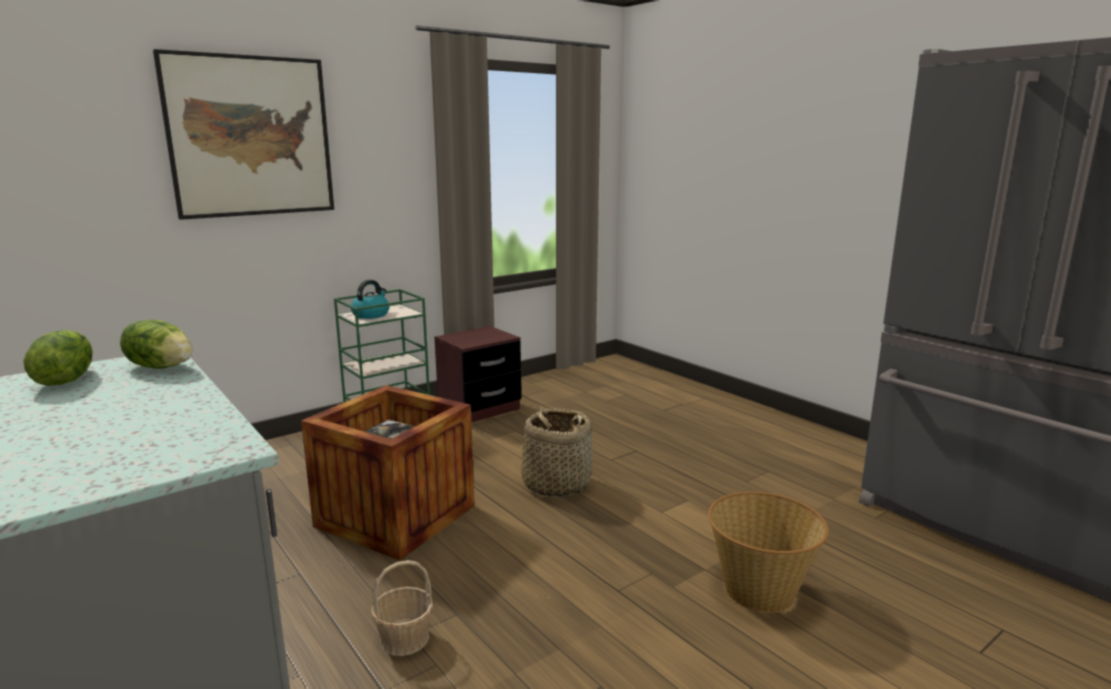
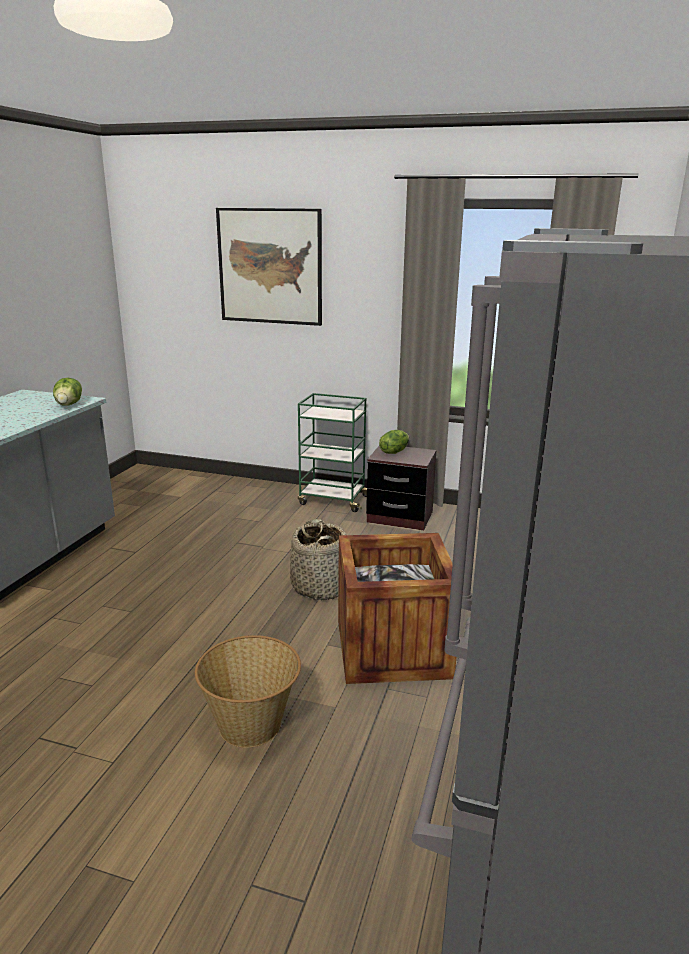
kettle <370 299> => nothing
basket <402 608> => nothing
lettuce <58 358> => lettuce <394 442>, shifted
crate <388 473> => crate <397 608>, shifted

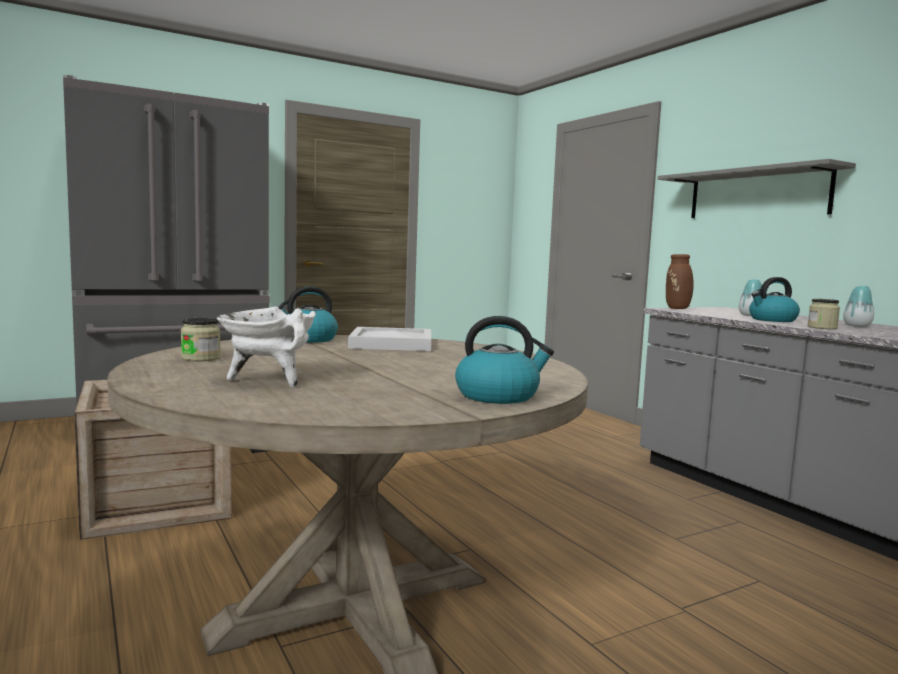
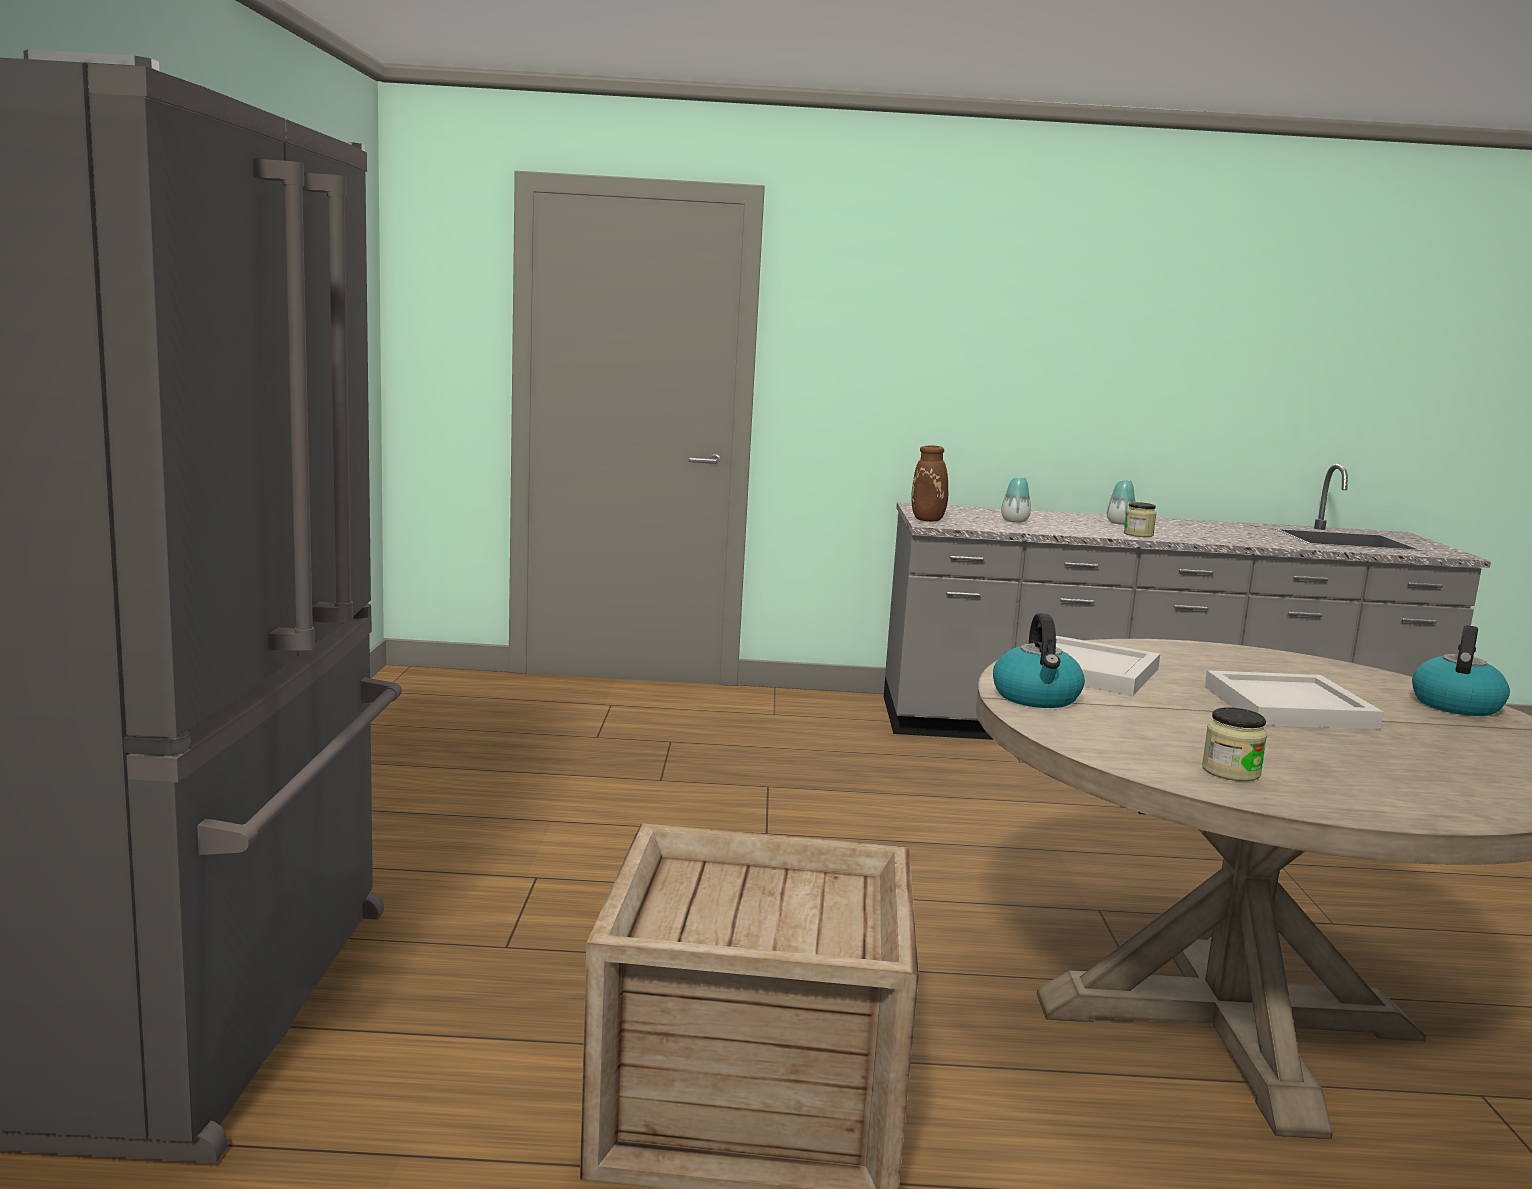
white cooking pot <266 347> => nothing
grey shelf <757 188> => nothing
kettle <774 299> => nothing
nothing => white tray <1294 700>

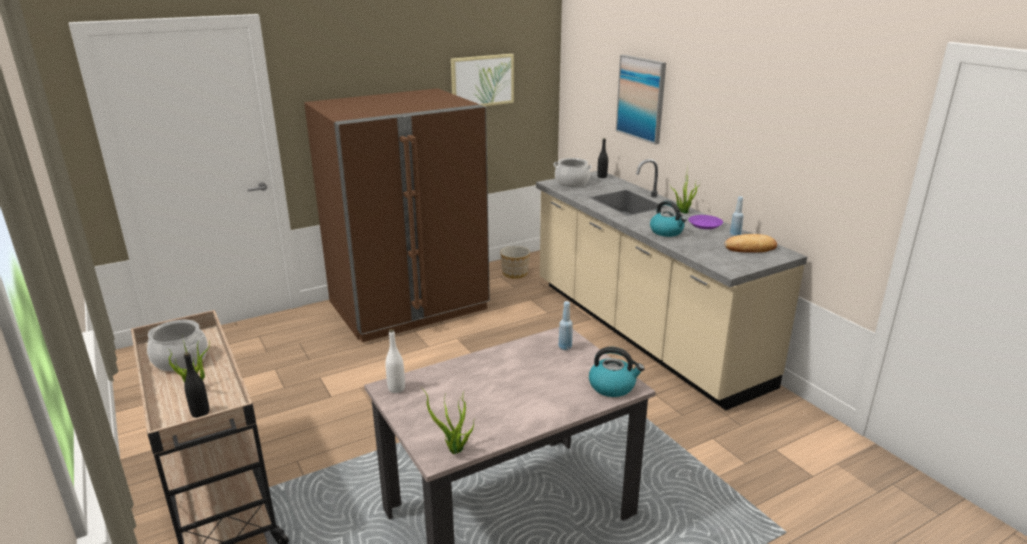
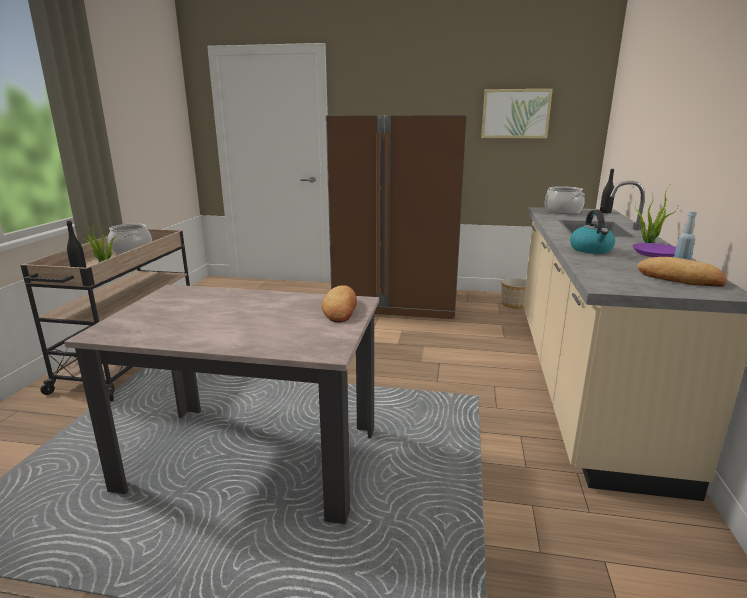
white bottle <395 361> => nothing
potted plant <446 419> => nothing
kettle <617 372> => nothing
picture <641 99> => nothing
blue bottle <566 325> => bread <339 304>

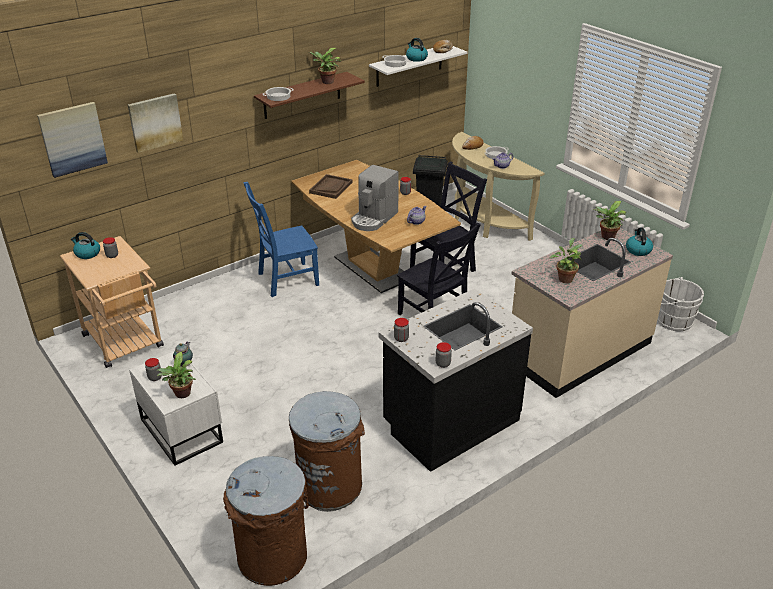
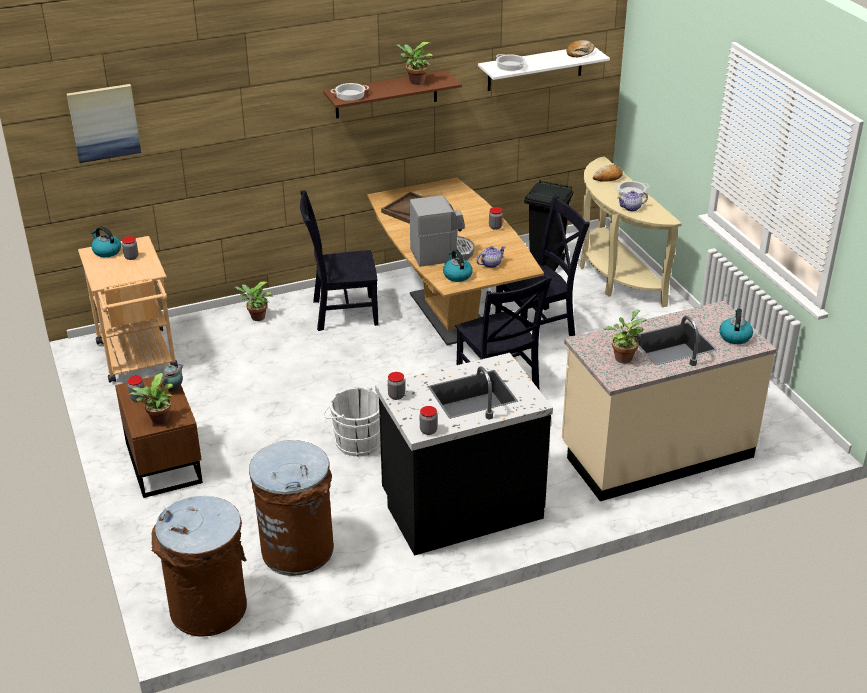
picture <155 123> => nothing
kettle <417 50> => kettle <458 266>, shifted
potted plant <609 220> => potted plant <253 301>, shifted
white bucket <681 304> => white bucket <351 421>, shifted
white nightstand <176 409> => brown nightstand <159 437>
blue chair <281 239> => black chair <339 260>
coffee machine <375 198> => coffee machine <441 231>, 150 degrees counterclockwise

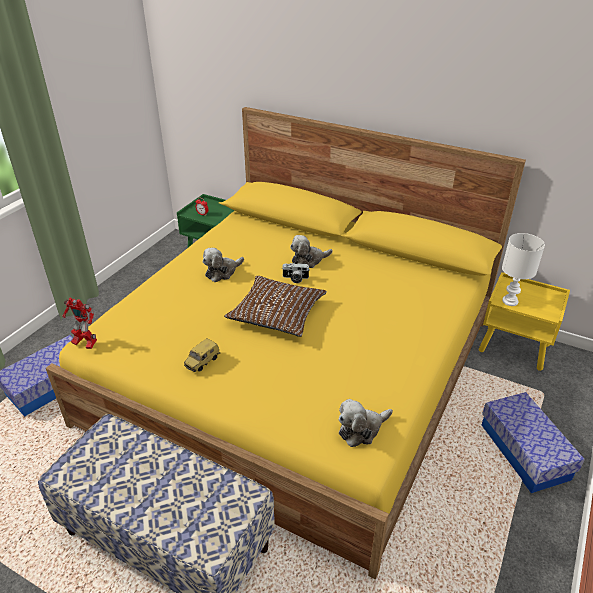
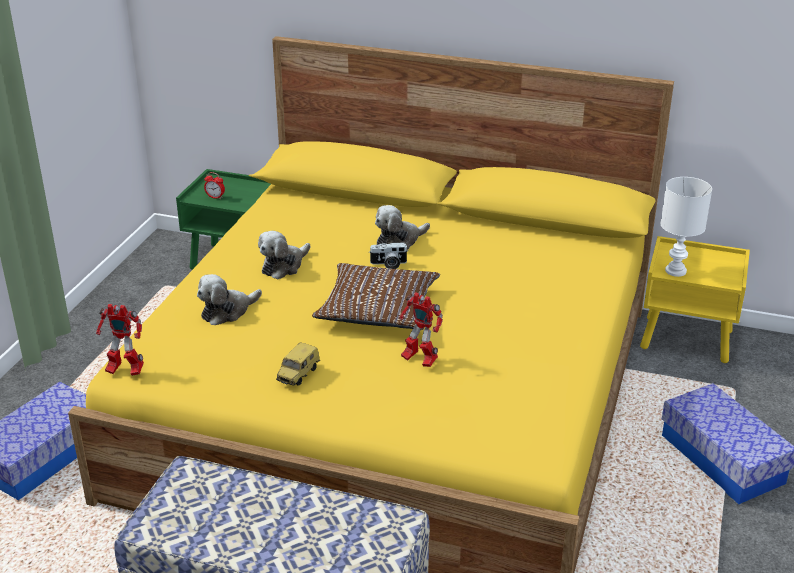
nothing => toy robot <421 329>
plush toy <366 423> => plush toy <229 299>, shifted

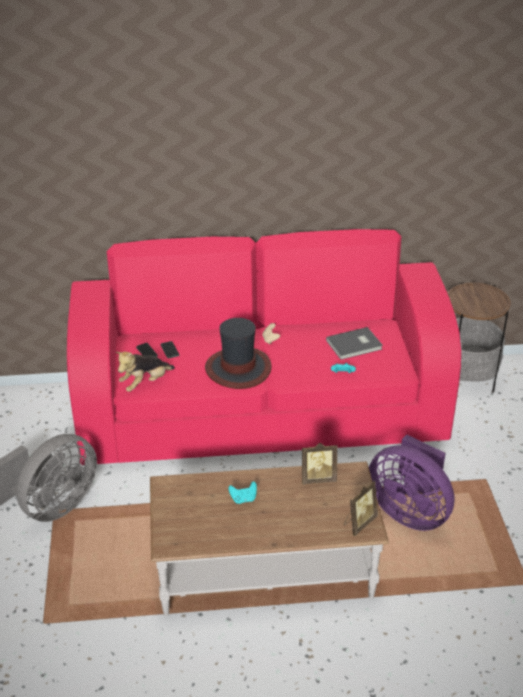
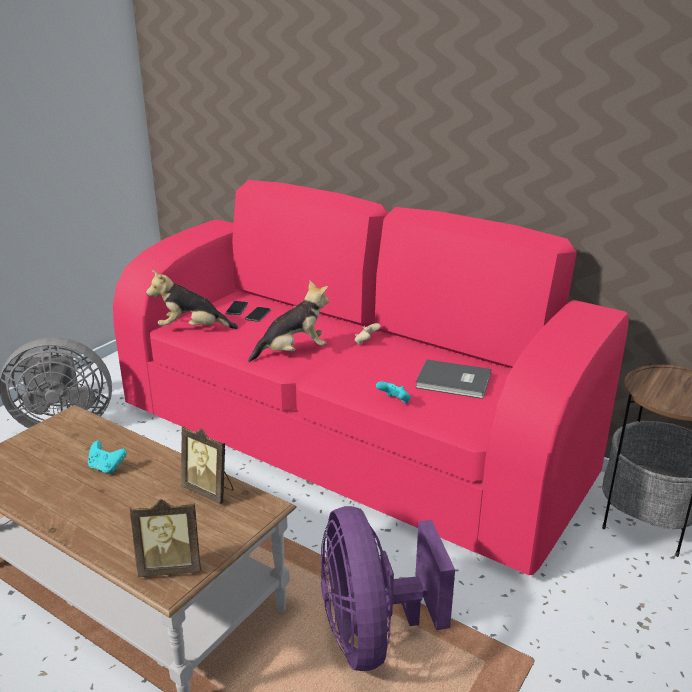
hat <238 353> => plush toy <288 321>

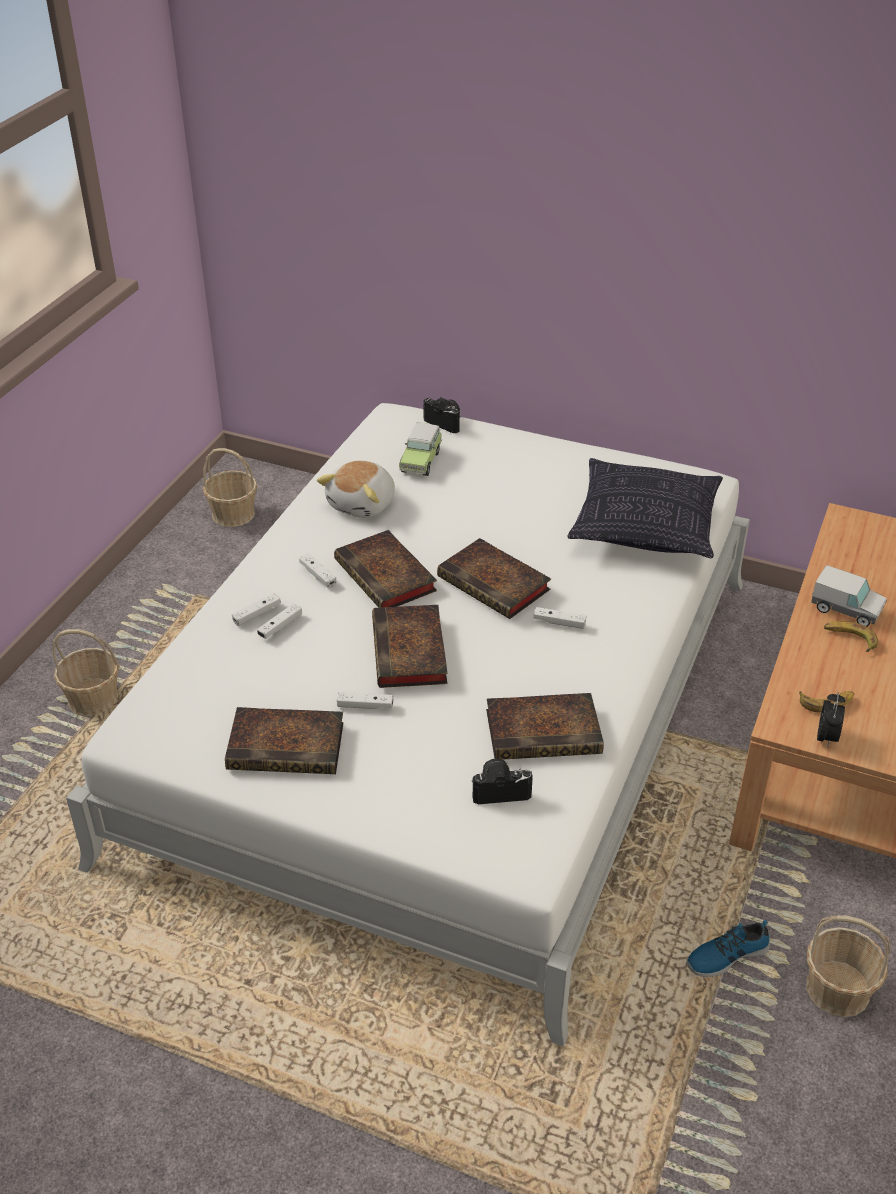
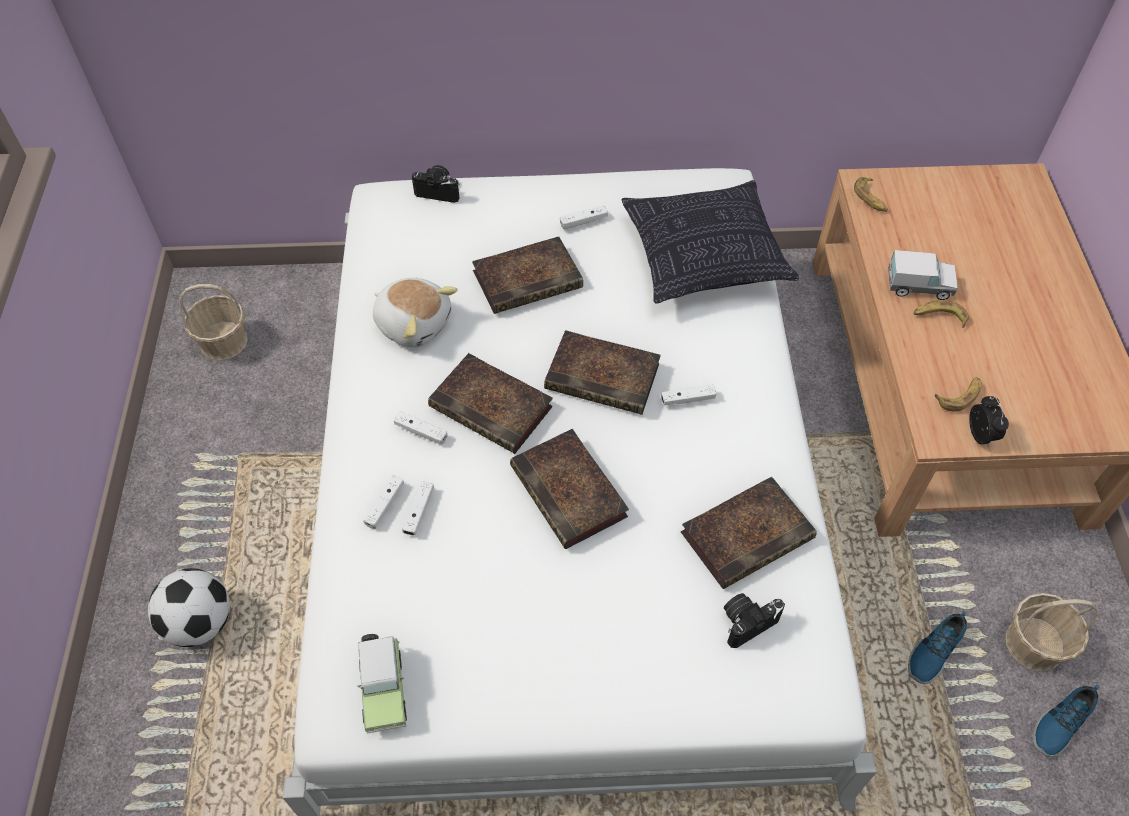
nothing => banana <871 194>
nothing => shoe <1066 721>
book <284 740> => book <527 275>, shifted
white game controller <365 700> => white game controller <584 217>, shifted
toy car <420 449> => toy car <382 684>, shifted
basket <86 673> => football <189 607>
plush toy <356 489> => plush toy <415 312>, 60 degrees counterclockwise

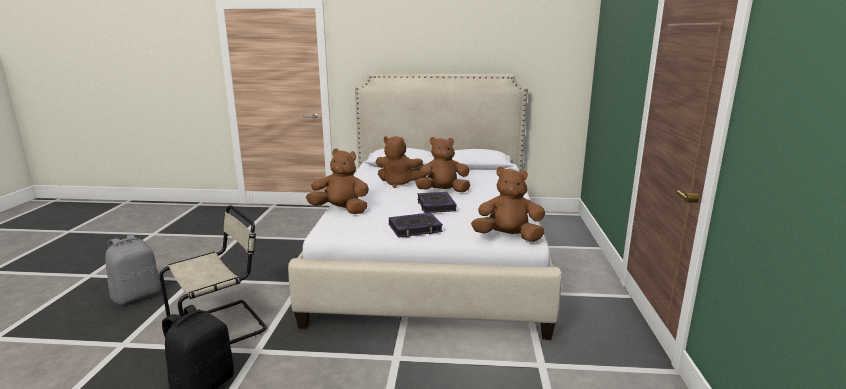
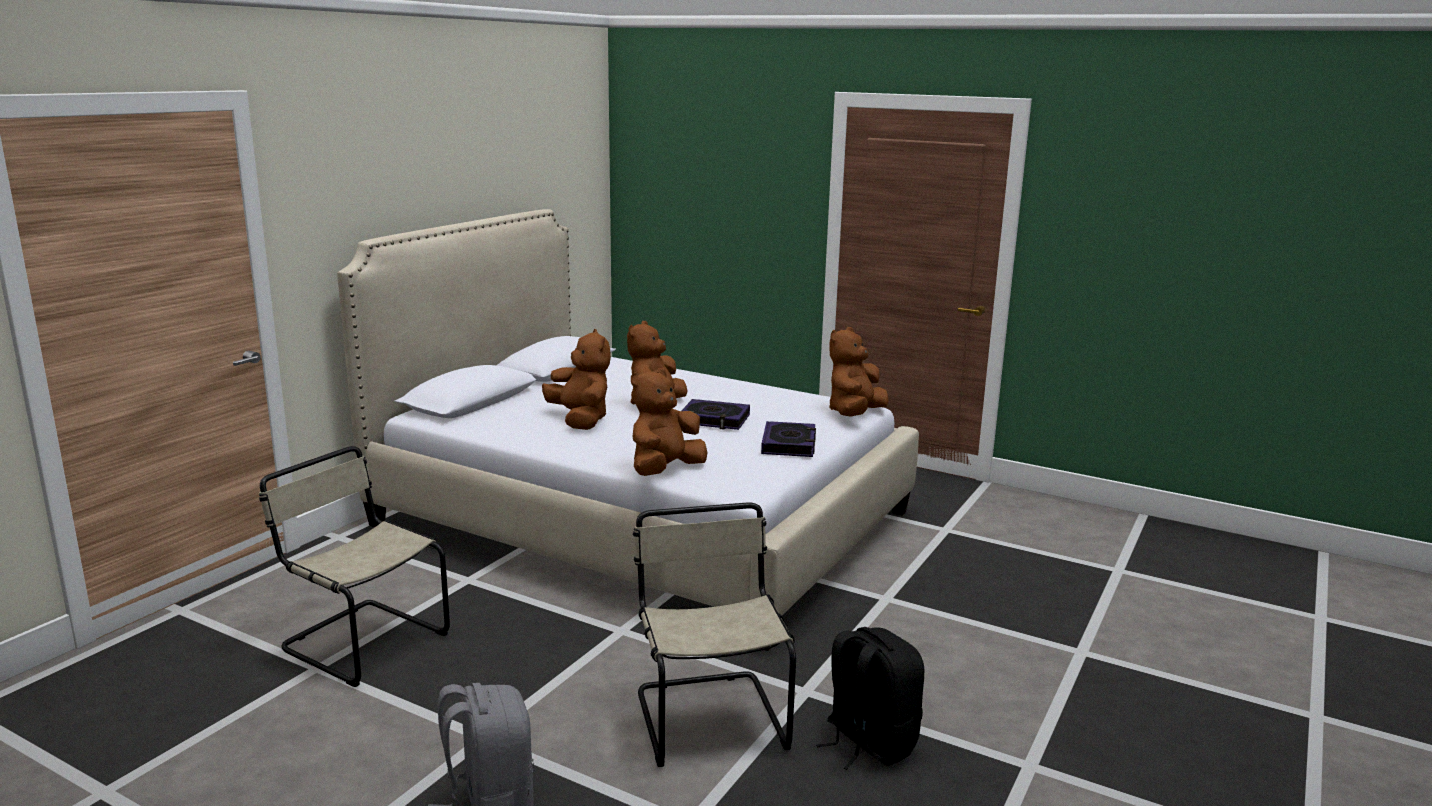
nothing => beige chair <354 566>
brown plush toy <401 162> => brown plush toy <576 379>, 75 degrees counterclockwise

